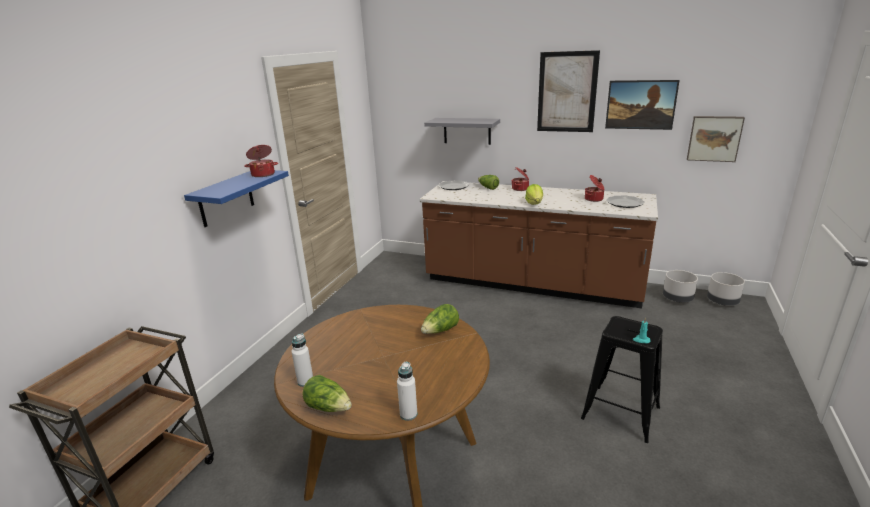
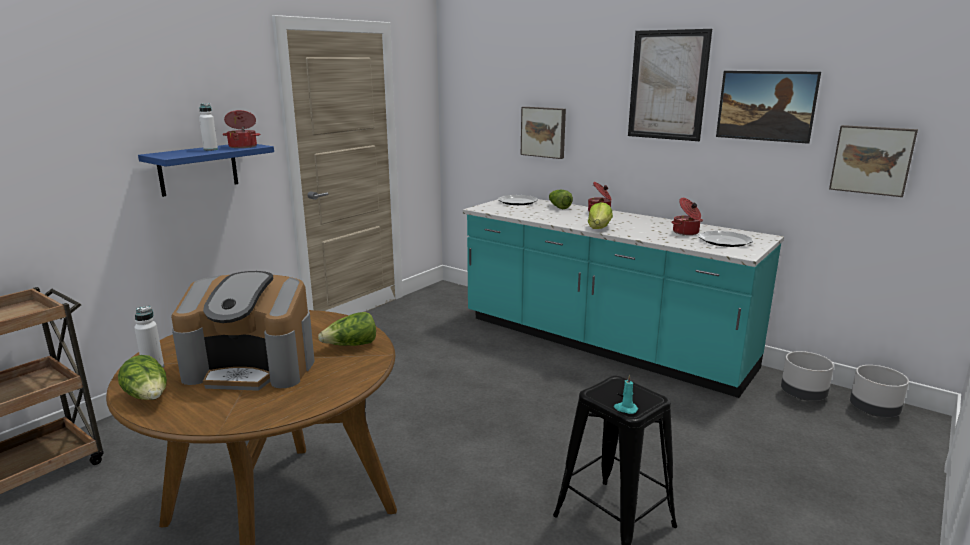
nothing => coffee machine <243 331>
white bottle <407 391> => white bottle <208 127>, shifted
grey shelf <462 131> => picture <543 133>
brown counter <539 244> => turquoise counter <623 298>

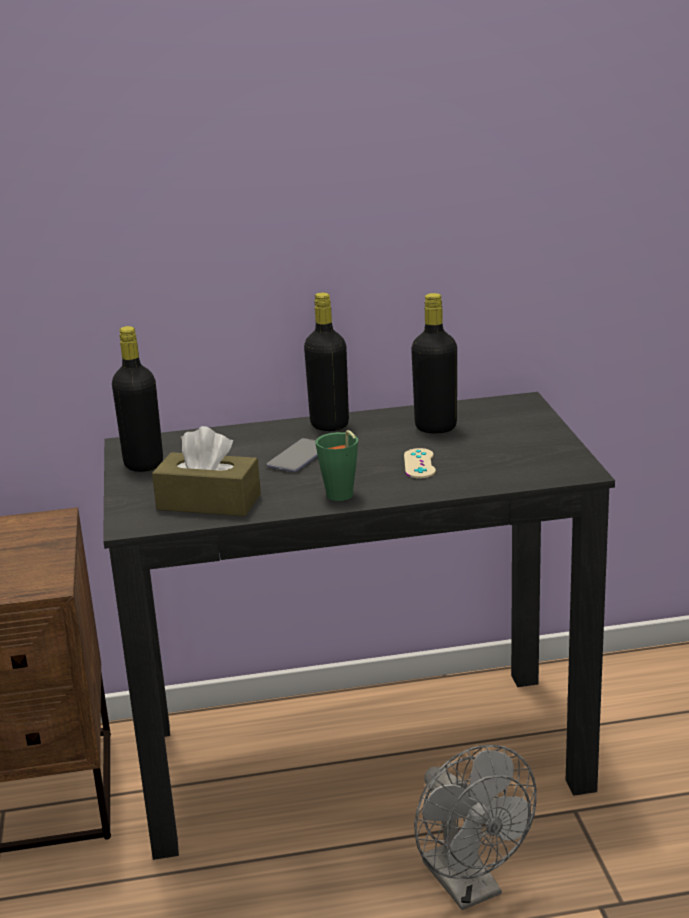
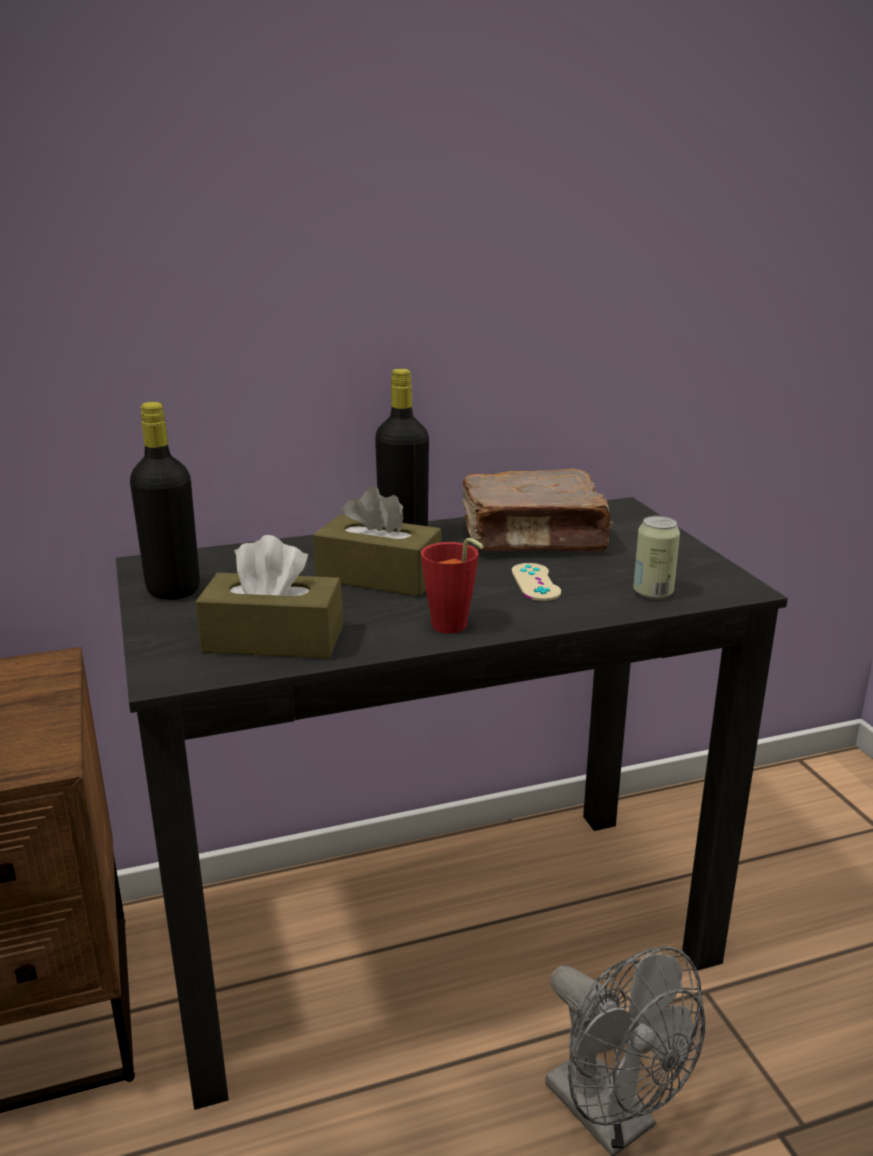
nothing => can <656 557>
phone <292 455> => brown tissue box <377 541>
black bottle <434 363> => brown book <537 509>
green cup <336 465> => red cup <452 586>

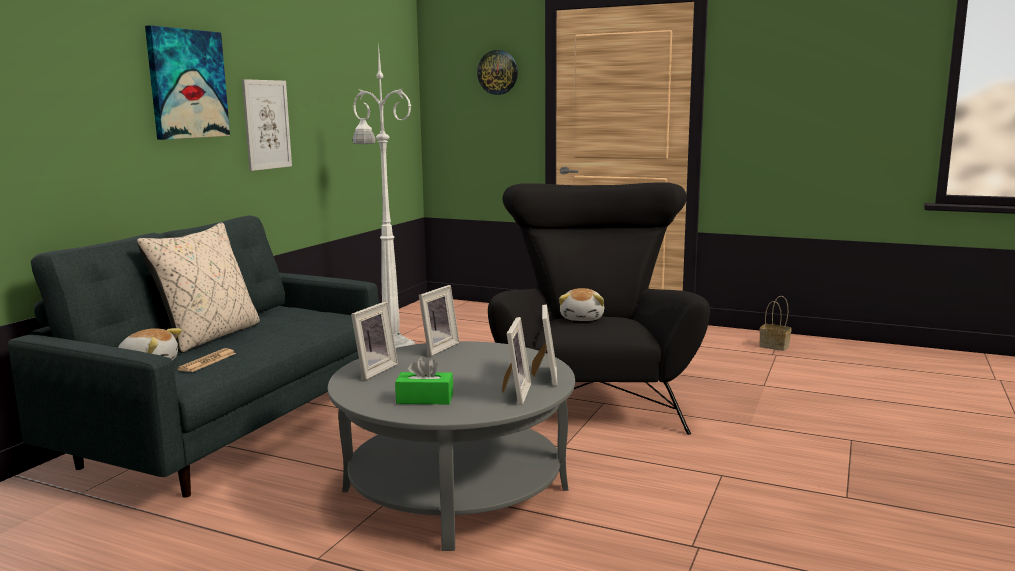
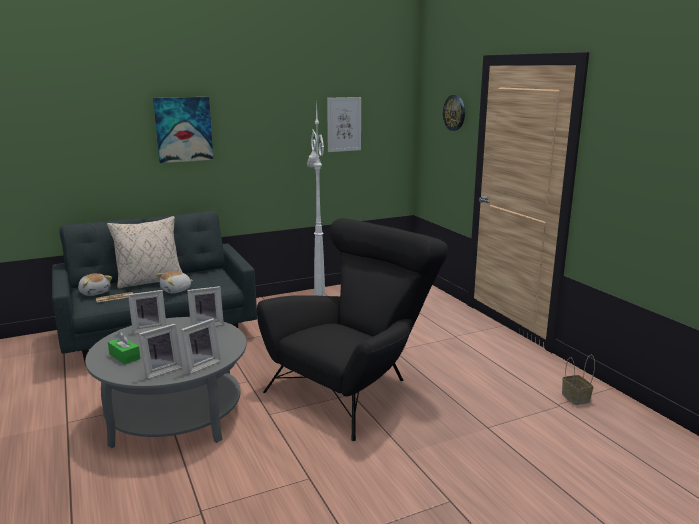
picture <267 125> => picture <344 124>, shifted
plush toy <581 304> => plush toy <174 282>, shifted

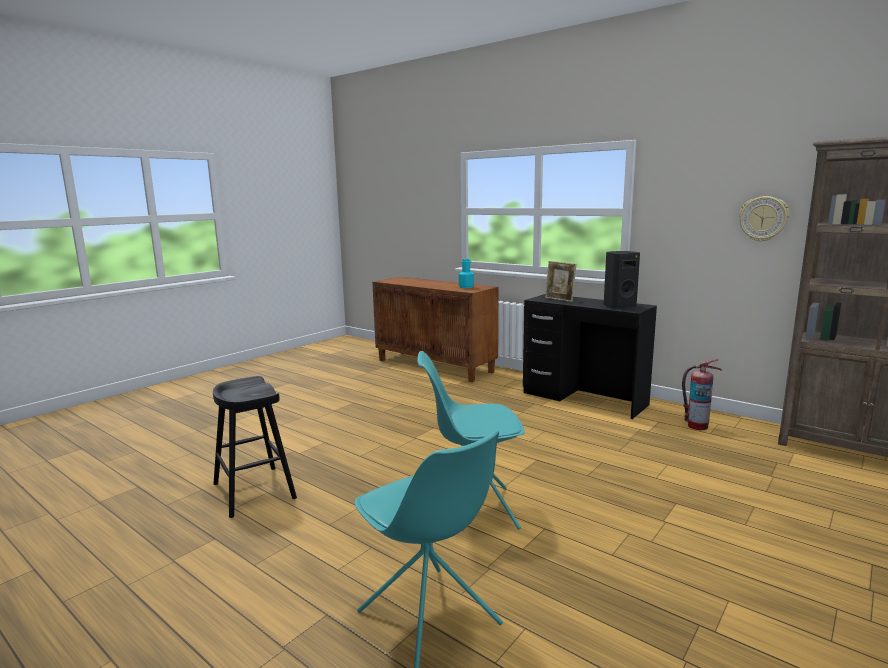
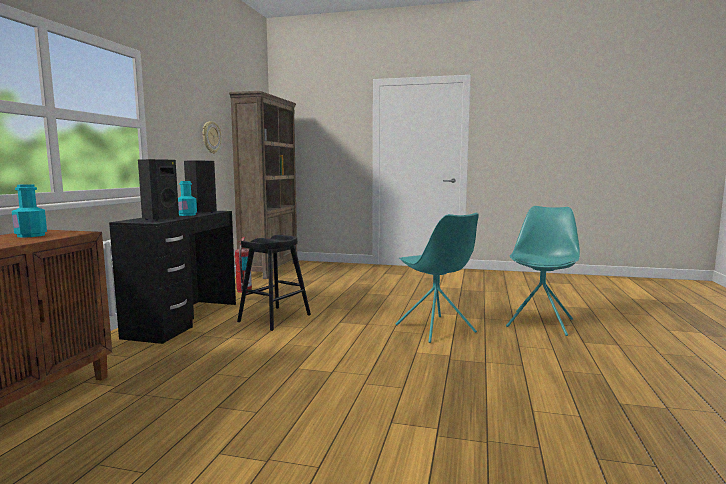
nothing => turquoise bottle <187 198>
black stool <255 447> => black stool <274 283>, shifted
picture frame <561 281> => black speaker <158 190>

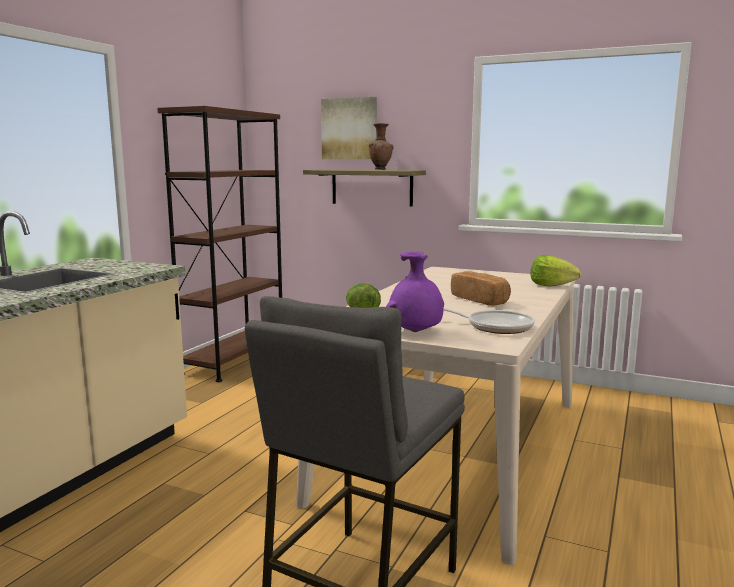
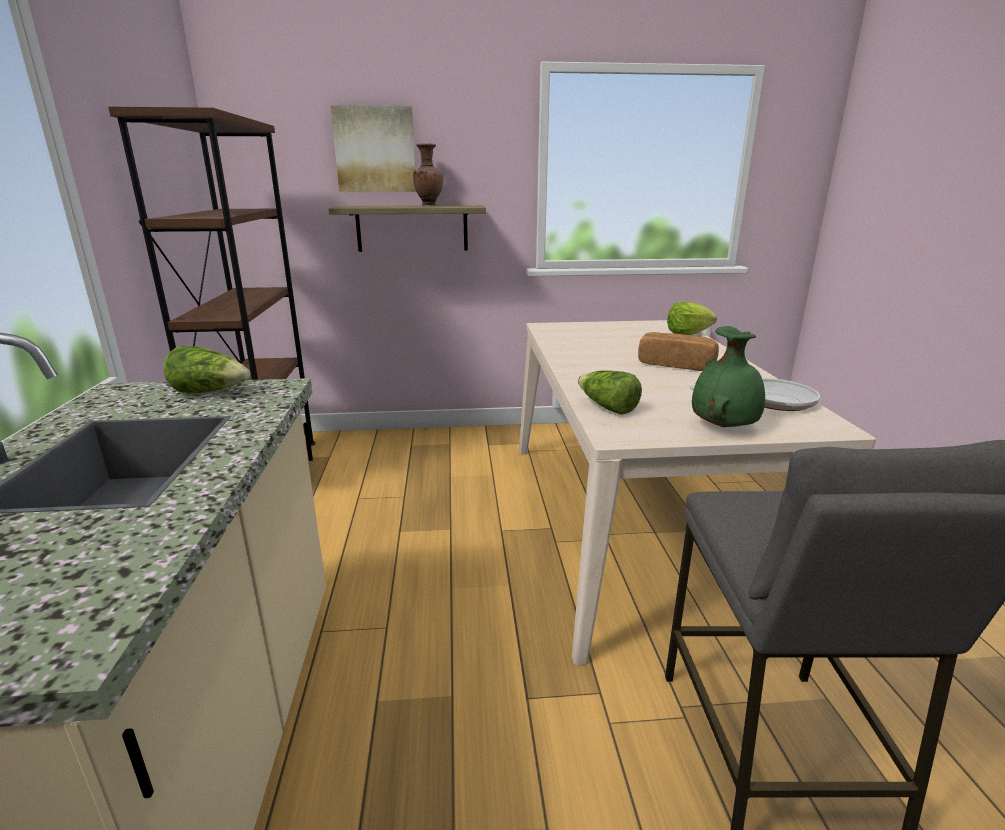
nothing => lettuce <206 369>
purple vase <415 291> => green vase <728 376>

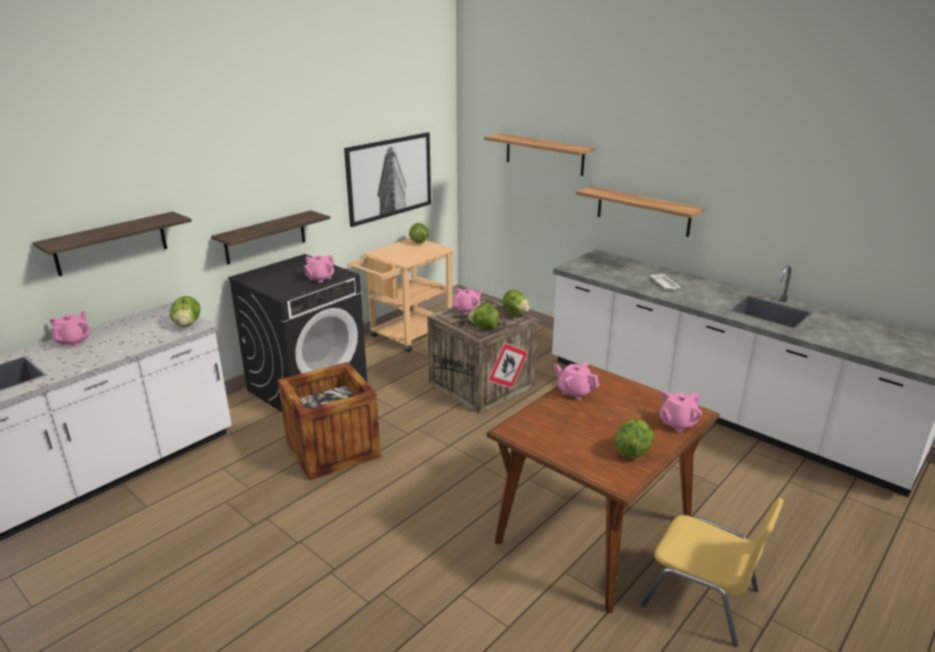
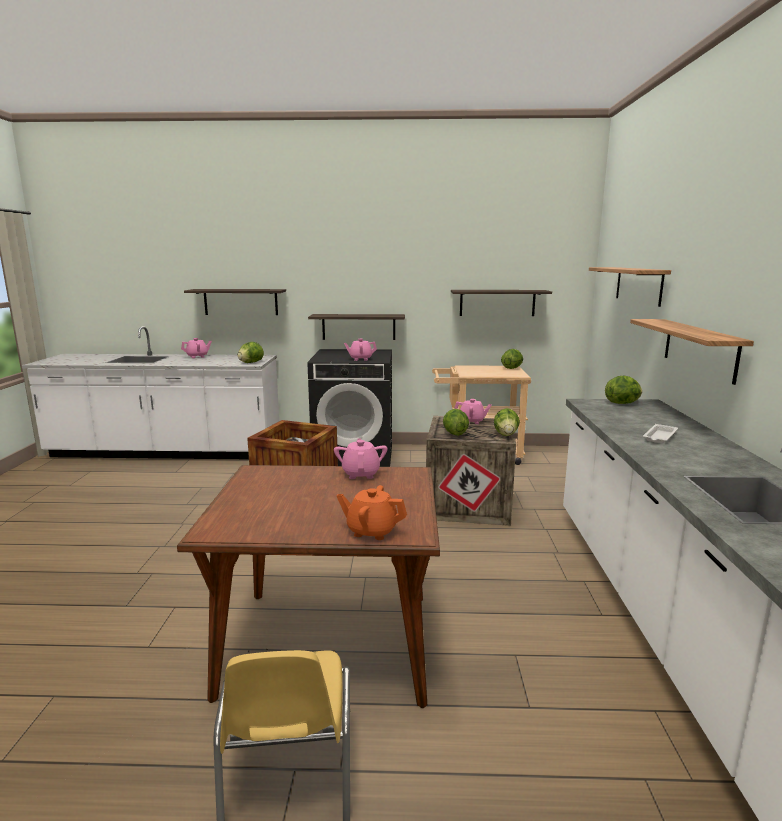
lettuce <634 439> => lettuce <623 390>, shifted
picture <387 179> => shelf <501 303>
pink teapot <681 411> => orange teapot <372 512>

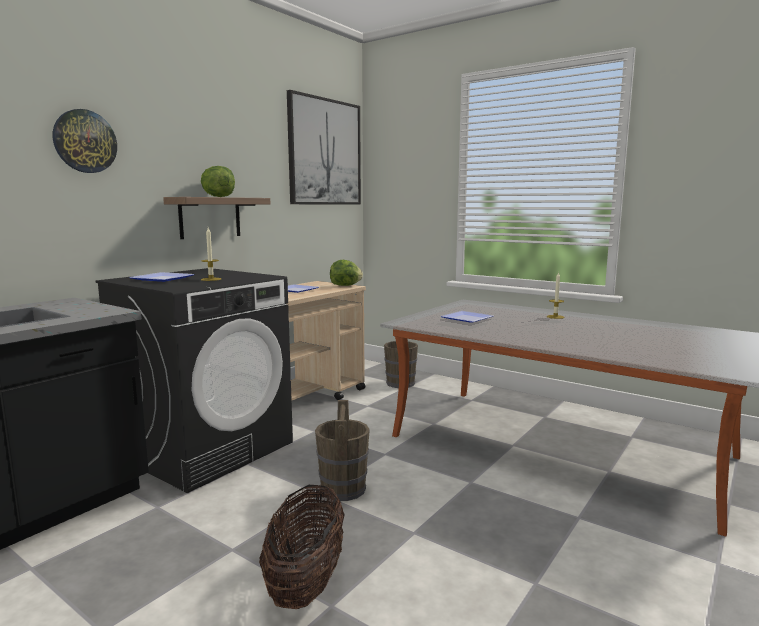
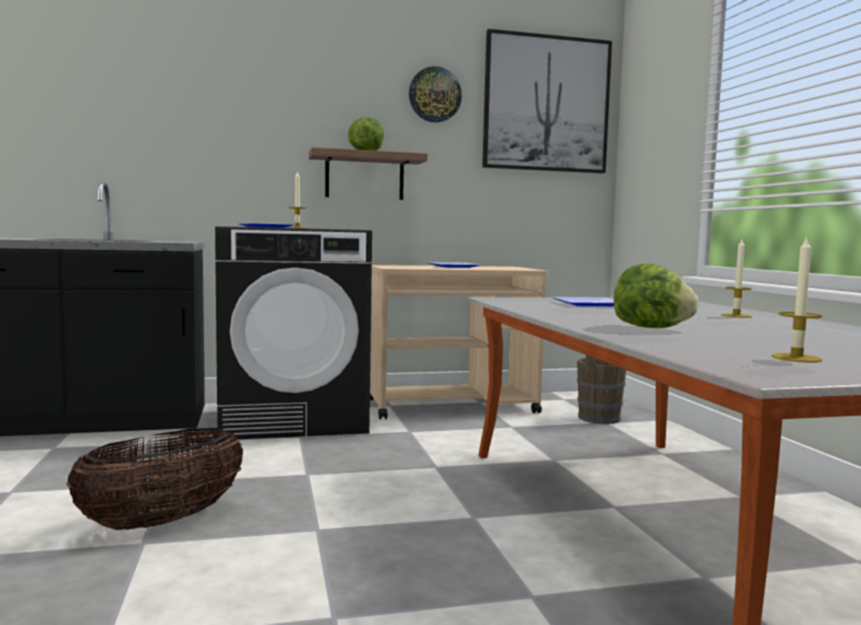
brown bucket <342 450> => nothing
nothing => candle <797 299>
wall clock <85 141> => wall clock <435 94>, shifted
lettuce <346 273> => lettuce <656 296>, shifted

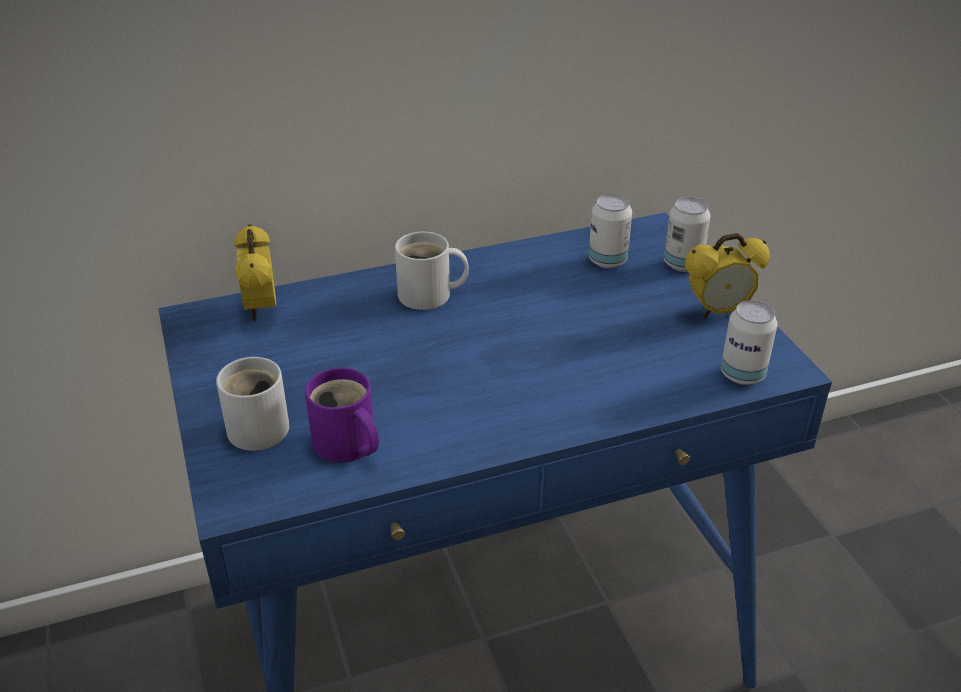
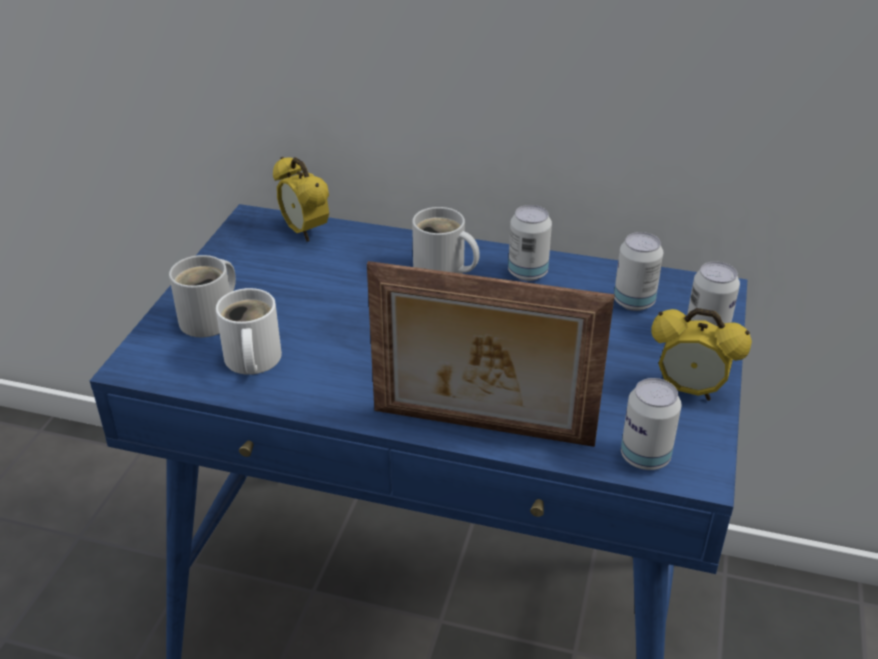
nothing => picture frame <491 354>
nothing => can <530 243>
purple mug <342 415> => white mug <249 331>
alarm clock <255 272> => alarm clock <301 199>, 60 degrees counterclockwise

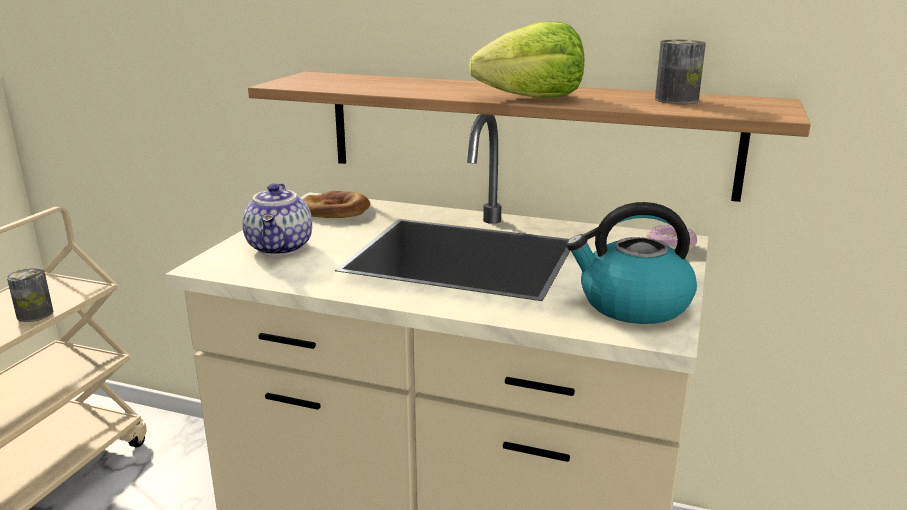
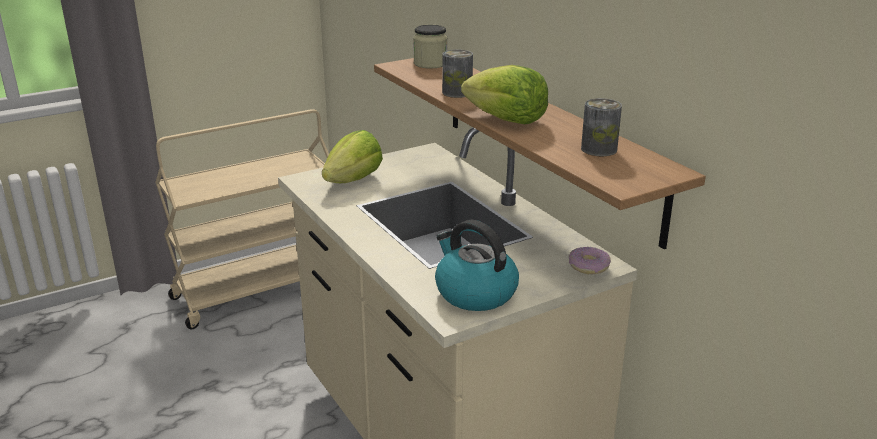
bread <336 204> => nothing
nothing => jar <430 46>
can <30 295> => can <457 74>, shifted
teapot <277 219> => lettuce <352 156>

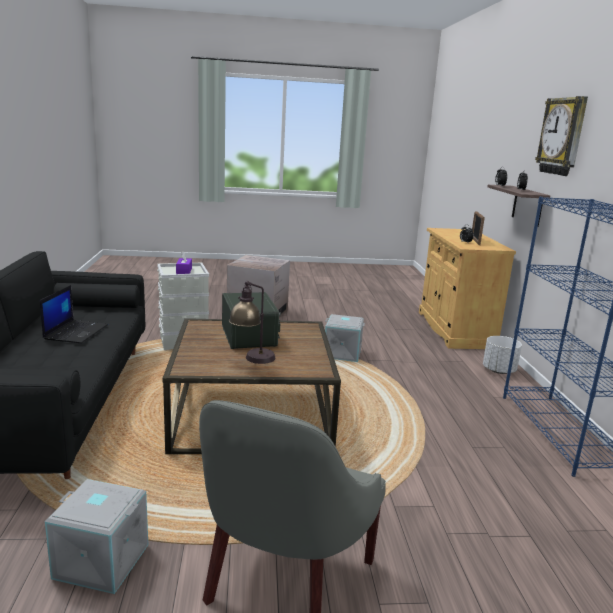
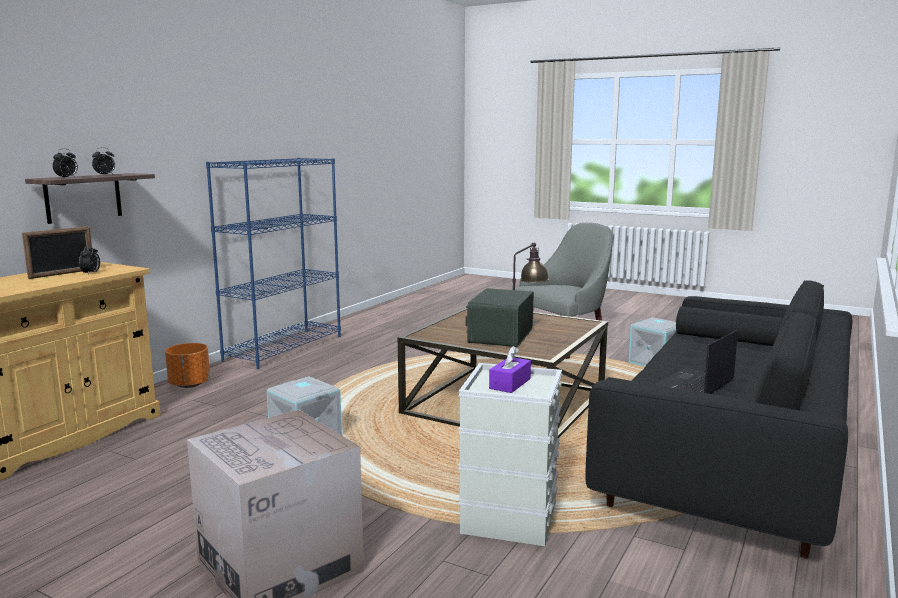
wall clock <561 136> => nothing
white planter <502 355> => orange planter <187 365>

